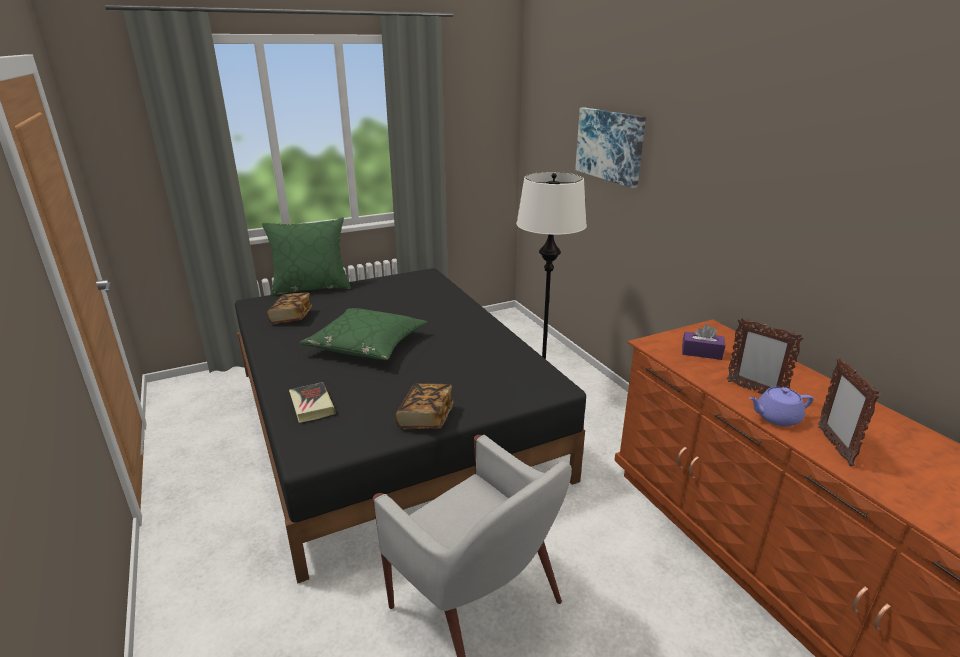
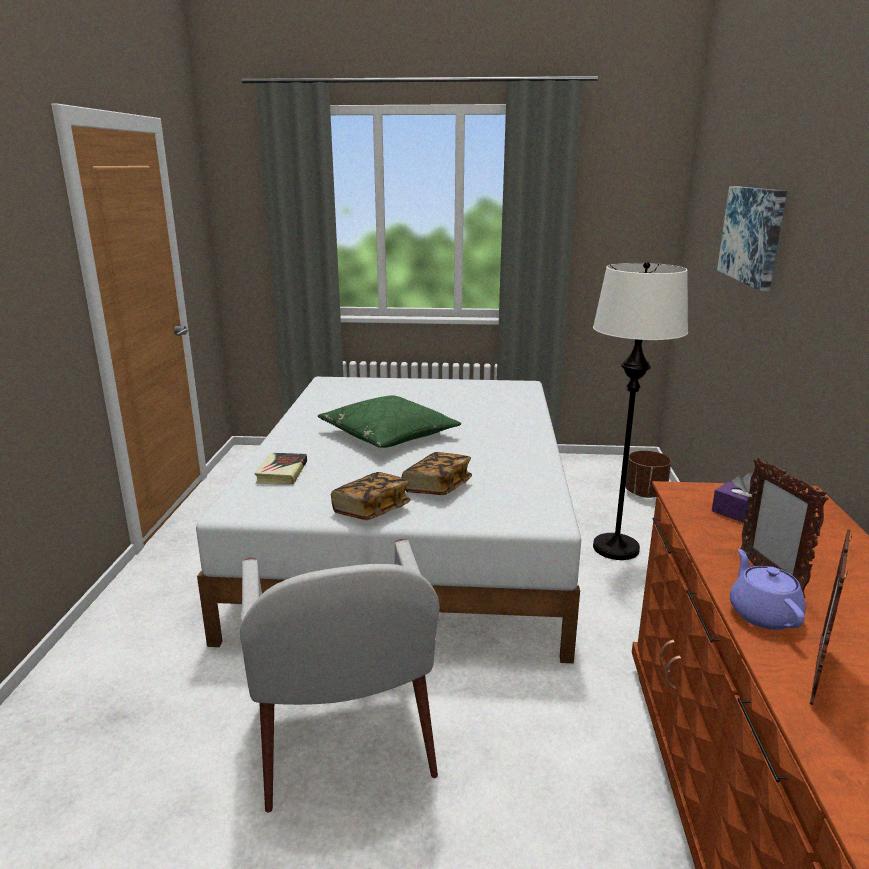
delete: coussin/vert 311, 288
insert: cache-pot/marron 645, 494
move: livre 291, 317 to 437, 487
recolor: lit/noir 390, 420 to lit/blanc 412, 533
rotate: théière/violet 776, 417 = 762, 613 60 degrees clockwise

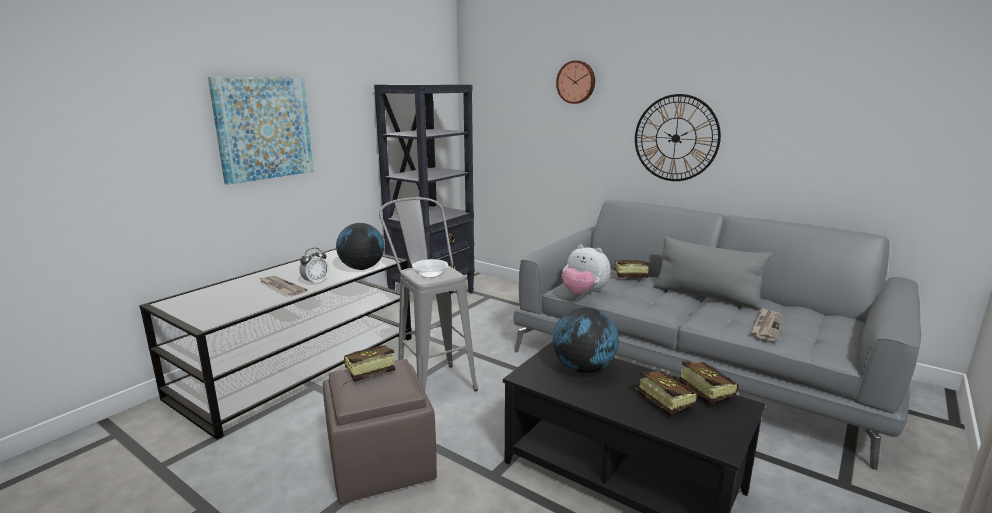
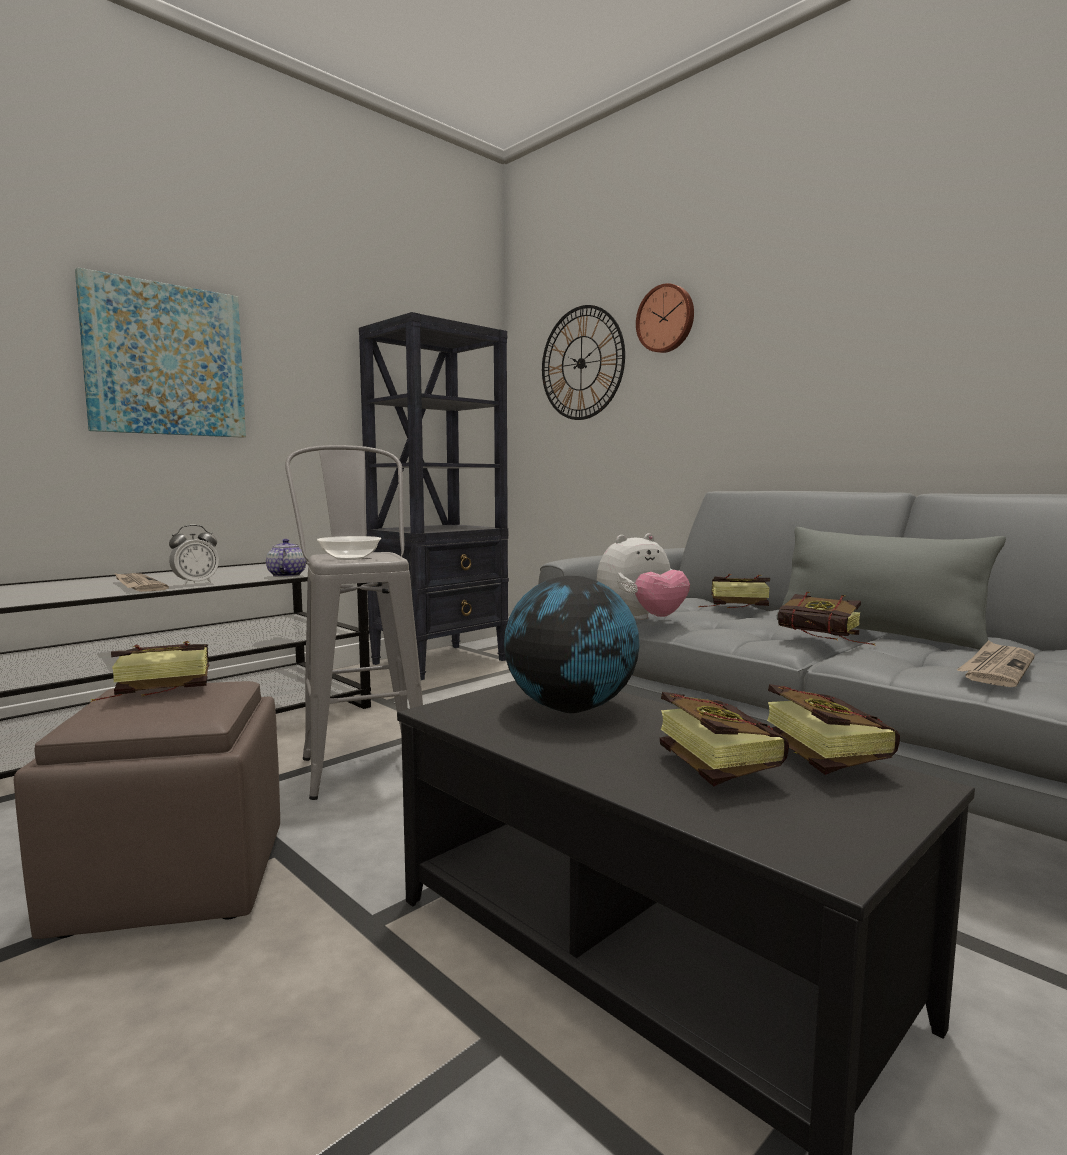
insert: livre 826, 641
move: horloge murale 675, 138 to 581, 363
replace: globe 362, 268 to théière 286, 575
rotate: peluche 584, 293 = 641, 621 75 degrees counterclockwise

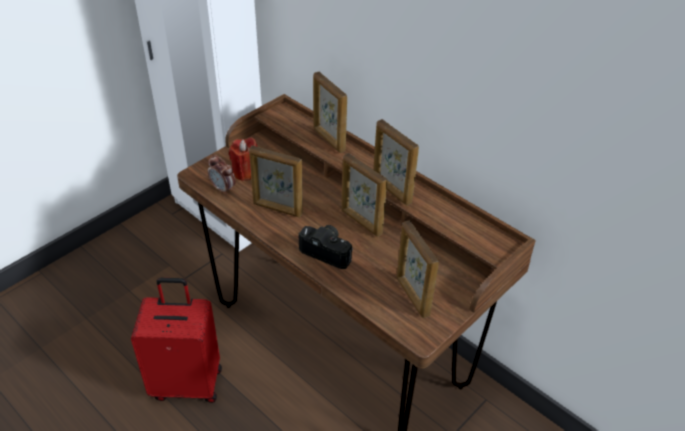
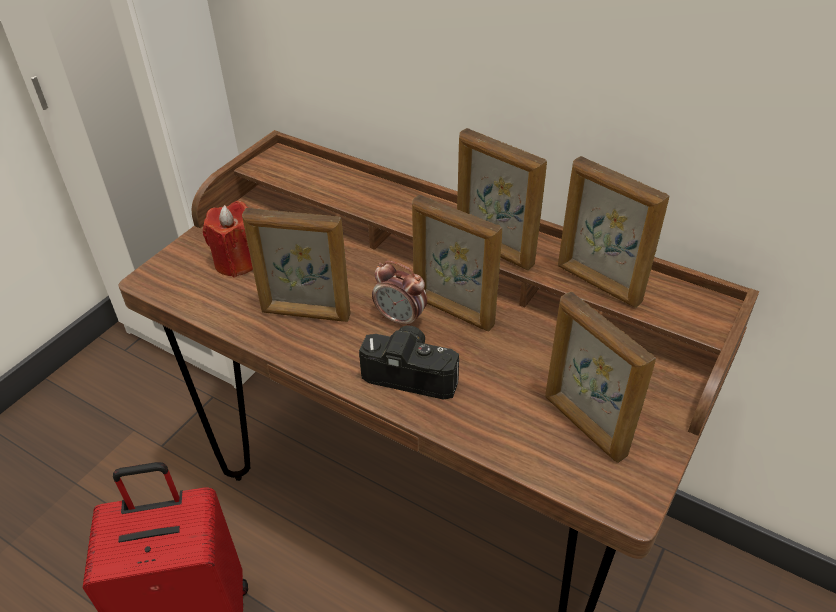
move: réveil 223, 189 to 400, 319; cadre photo 328, 140 to 598, 284

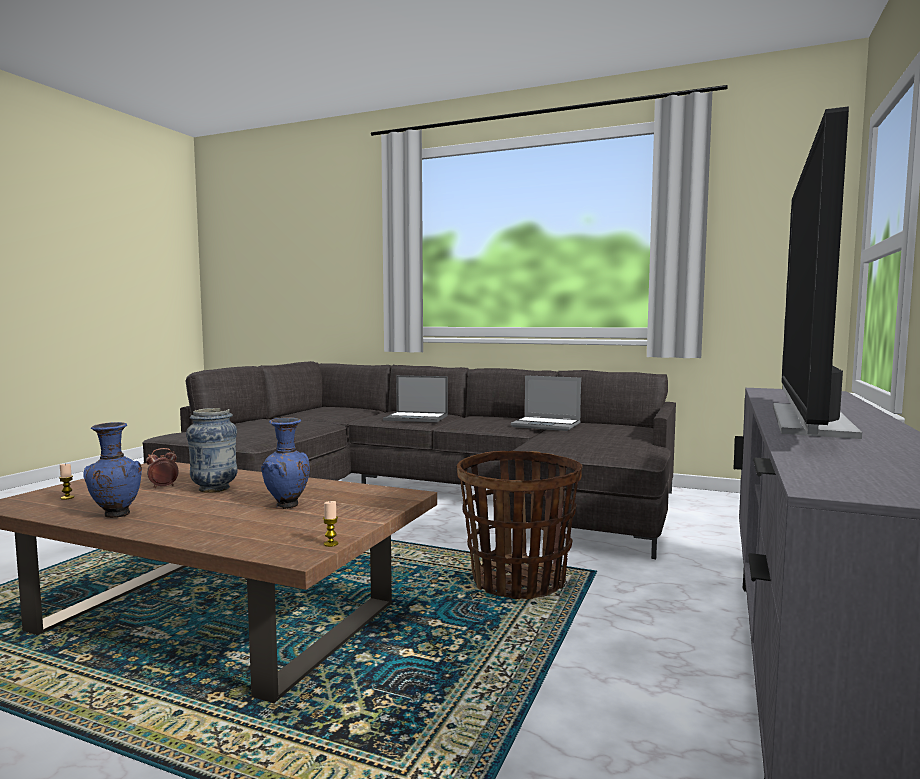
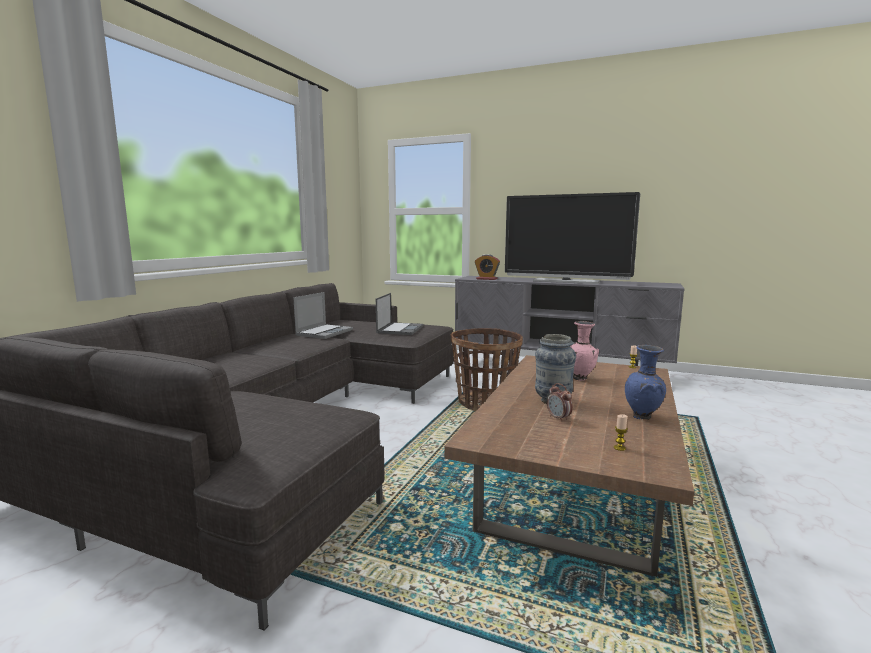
insert: réveil 486, 279
move: ordinateur portable 417, 418 to 400, 329
recolor: vase/bleu 287, 506 to vase/rose 581, 378

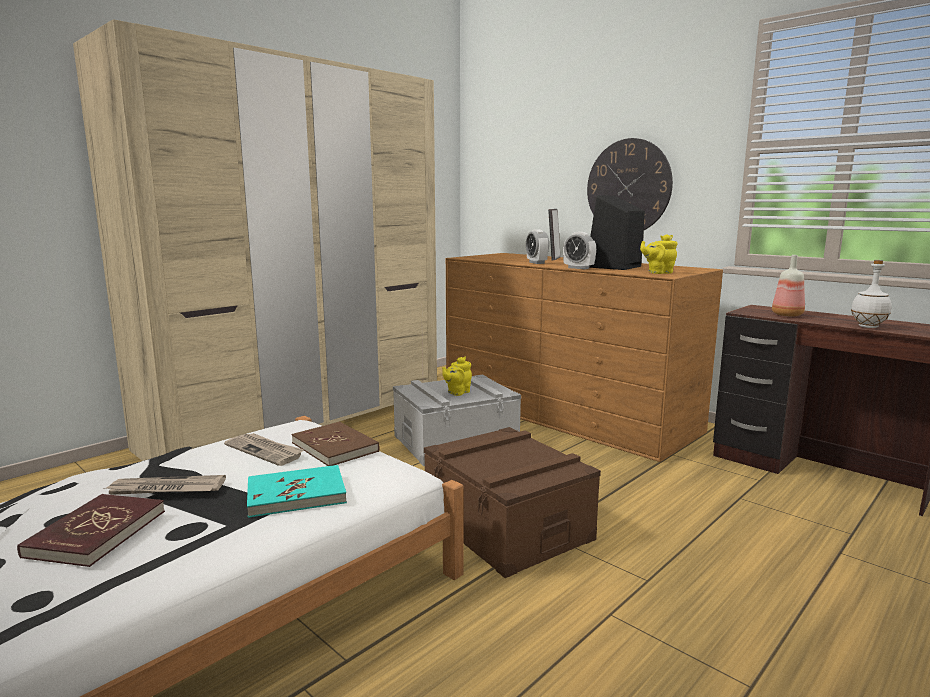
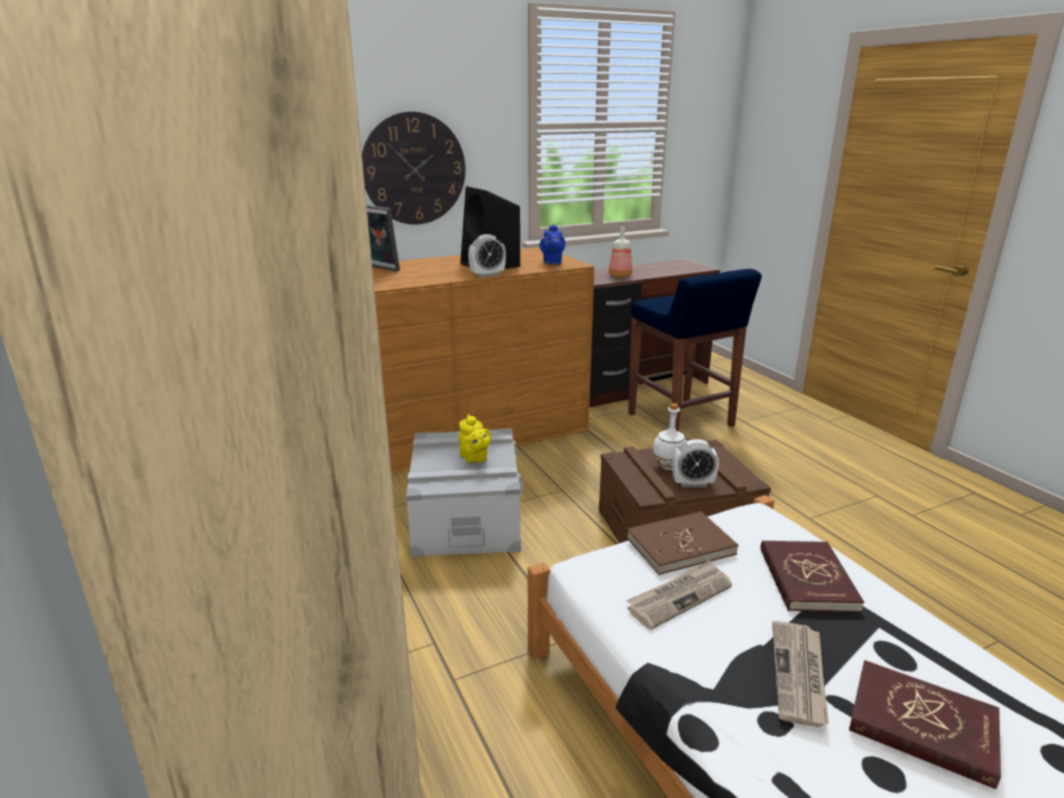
insert: tabouret/bleu 681, 421
move: réveil 536, 263 to 692, 483; bouteille/blanc 868, 327 to 668, 466
recolor: livre/turquoise 296, 494 to livre/rouge 806, 579; théière/jaune 658, 272 to théière/bleu 552, 262

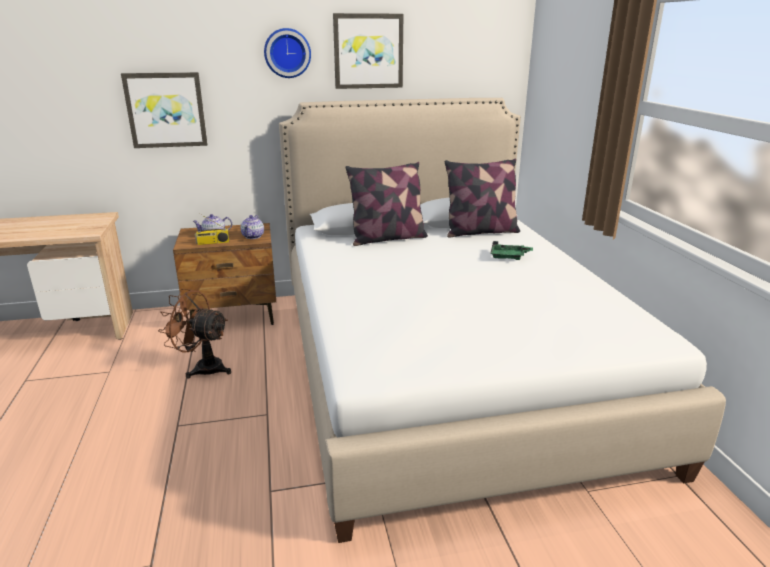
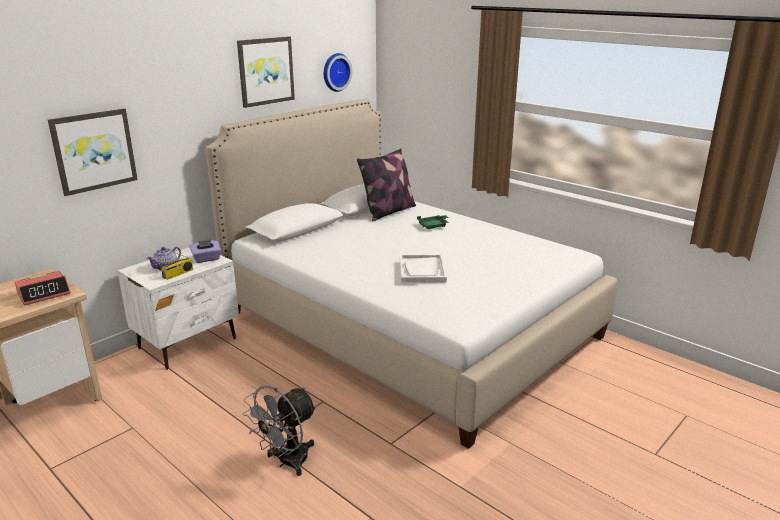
delete: ventilateur/marron 202, 367; coussin 387, 238
insert: réveil 44, 294; ventilateur/gris 286, 462; plateau/blanc 422, 270
move: horloge murale 287, 53 to 335, 72
replace: théière 253, 236 to boîte à mouchoirs/violet 206, 259
recolor: table de chevet/marron 234, 316 to table de chevet/blanc 188, 343

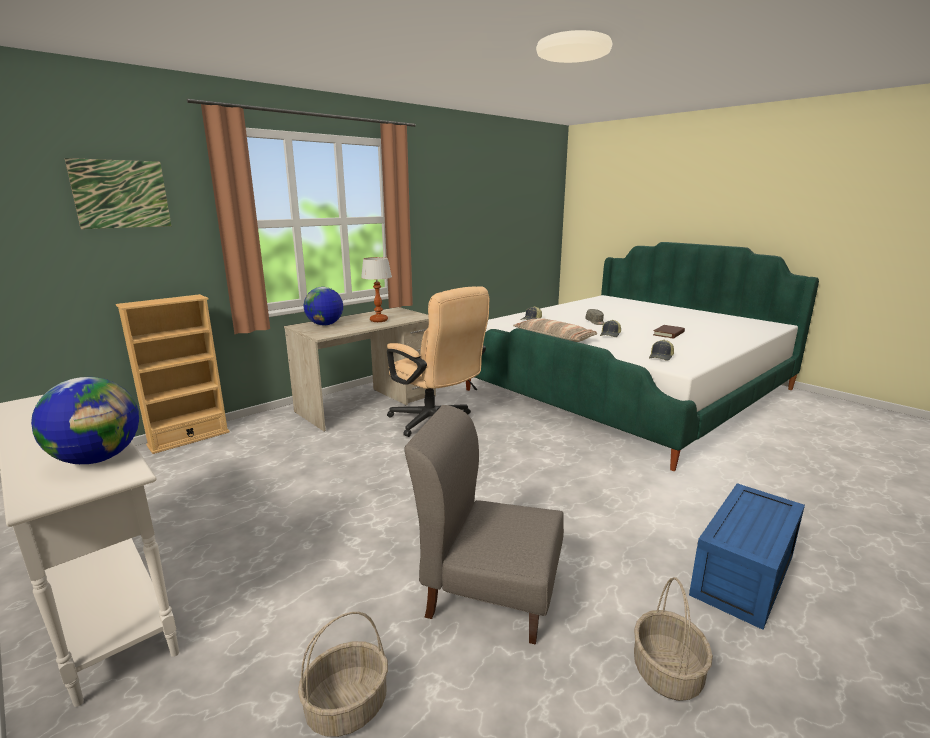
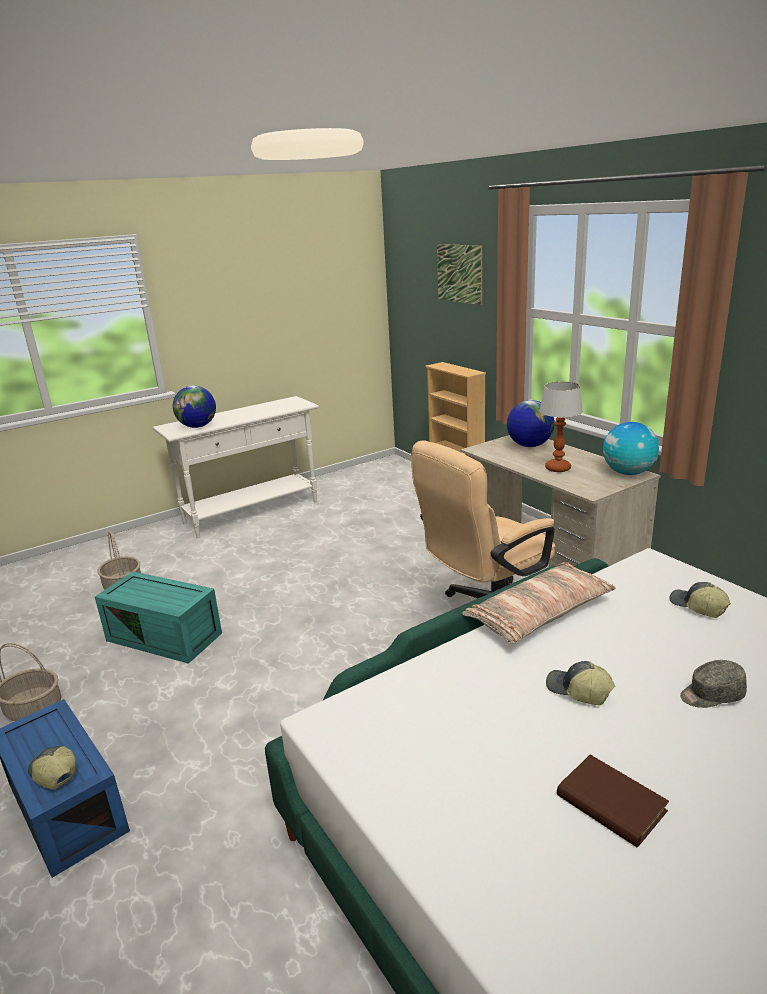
insert: globe 628, 473
move: casquette 661, 357 to 53, 773
replace: chaise/gris 489, 593 to boîte de rangement/turquoise 166, 636

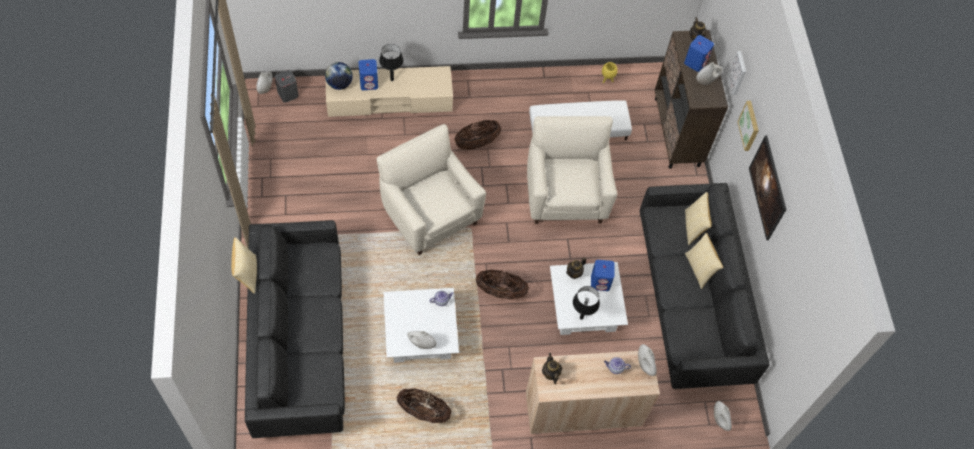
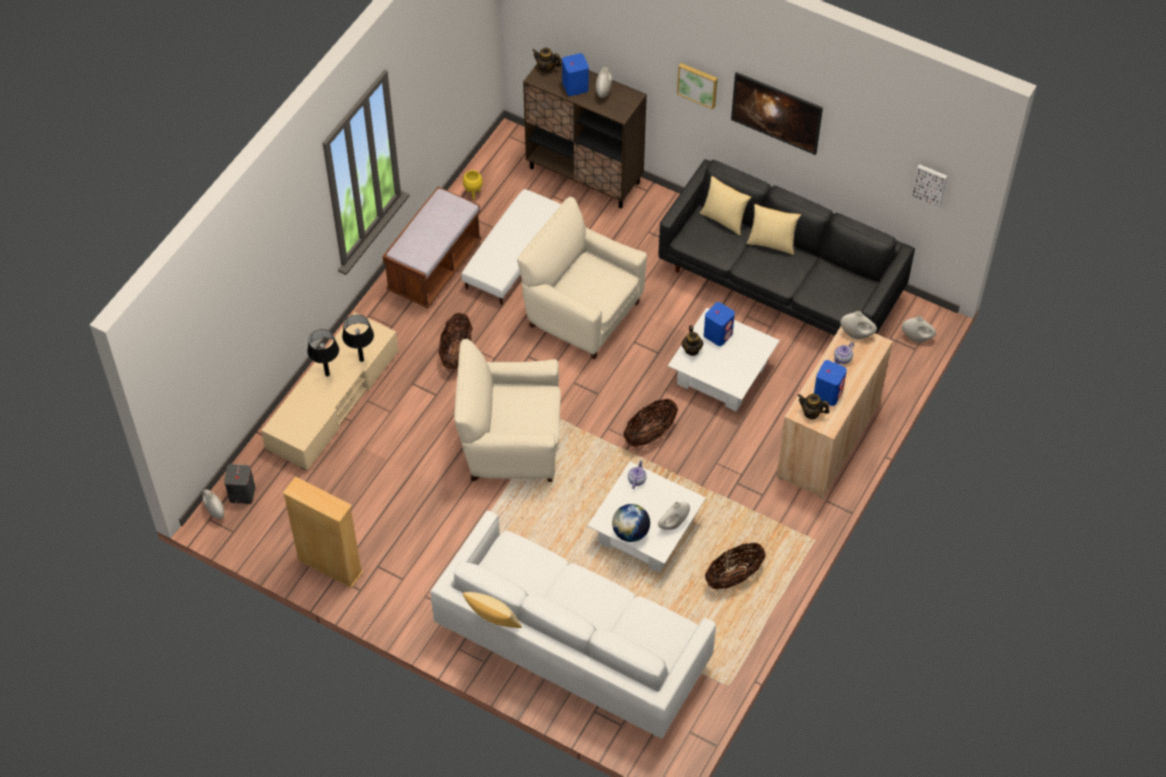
insert: bibliothèque/beige 330, 566; banc/marron 434, 268
move: globe 339, 84 to 630, 532; enceinte/bleu 369, 83 to 828, 393; lampe de table/noir 581, 318 to 361, 360; tableau 738, 73 to 930, 184
recolor: canapé/noir 300, 343 to canapé/blanc 573, 646

